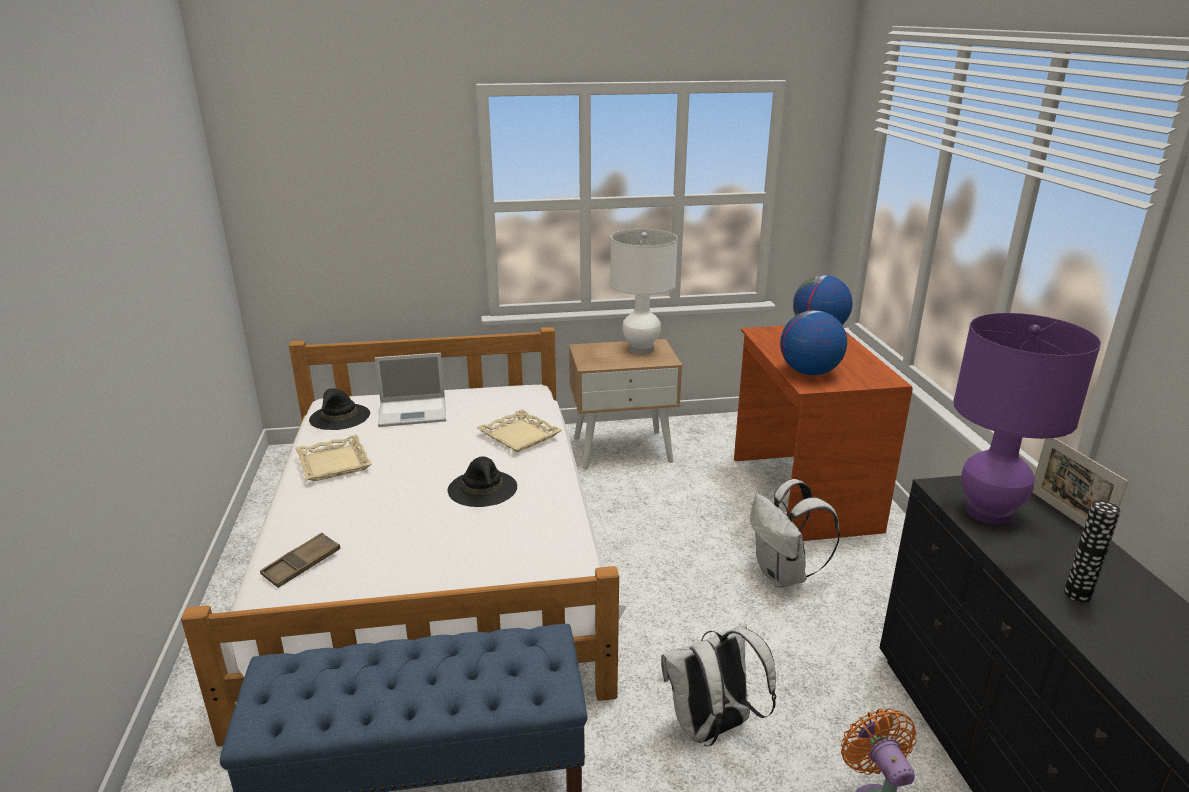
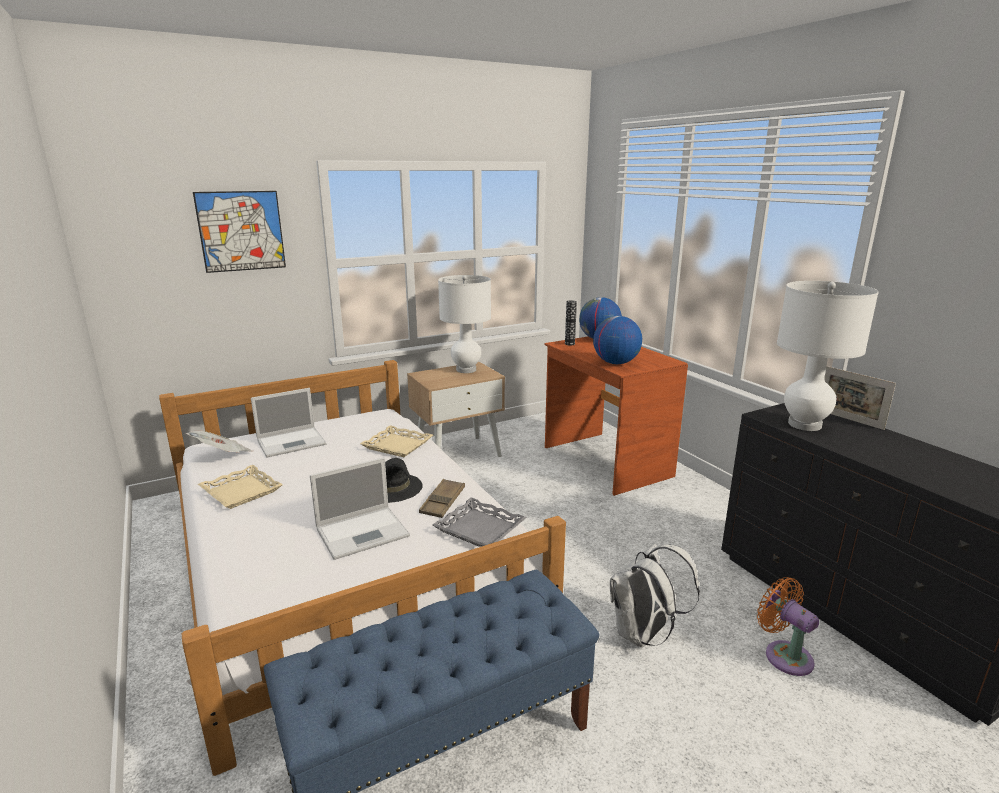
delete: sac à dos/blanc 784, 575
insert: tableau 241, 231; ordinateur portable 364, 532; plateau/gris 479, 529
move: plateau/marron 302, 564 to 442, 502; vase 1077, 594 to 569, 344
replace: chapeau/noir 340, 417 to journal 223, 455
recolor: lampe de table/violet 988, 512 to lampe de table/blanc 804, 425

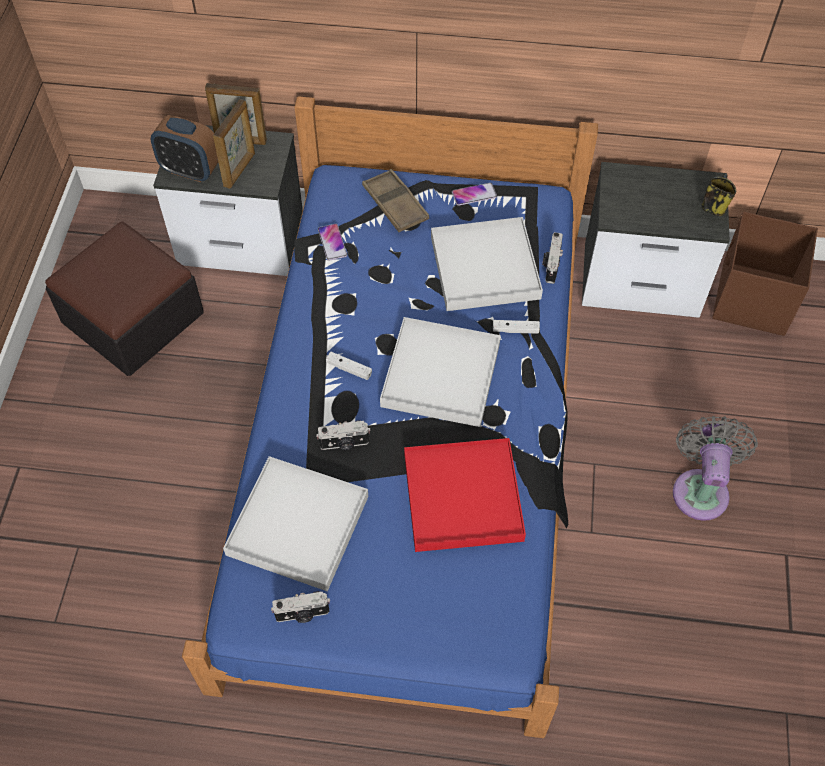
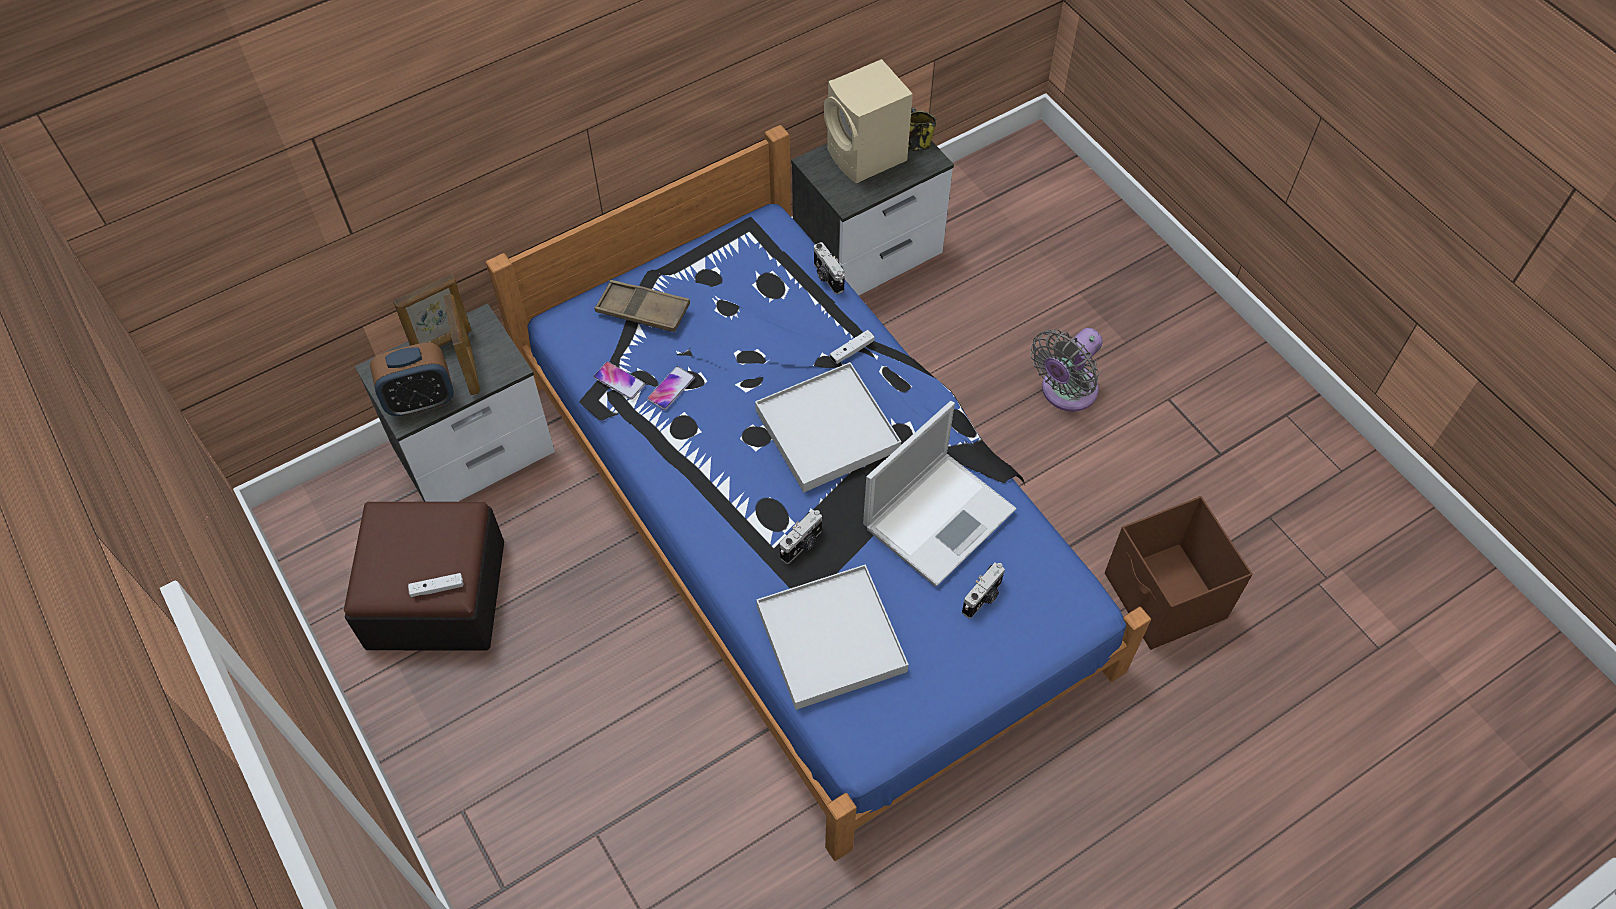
delete: plateau/blanc 484, 267
insert: enceinte/beige 867, 157
move: appareil photo 302, 614 to 983, 598; manette/blanc 349, 369 to 437, 588; téléphone 474, 194 to 671, 388; boîte de rangement/marron 752, 300 to 1164, 598
replace: plateau/rouge 463, 497 to ordinateur portable 940, 516
rotate: ventilateur/gris 700, 488 = 1065, 392 105 degrees counterclockwise

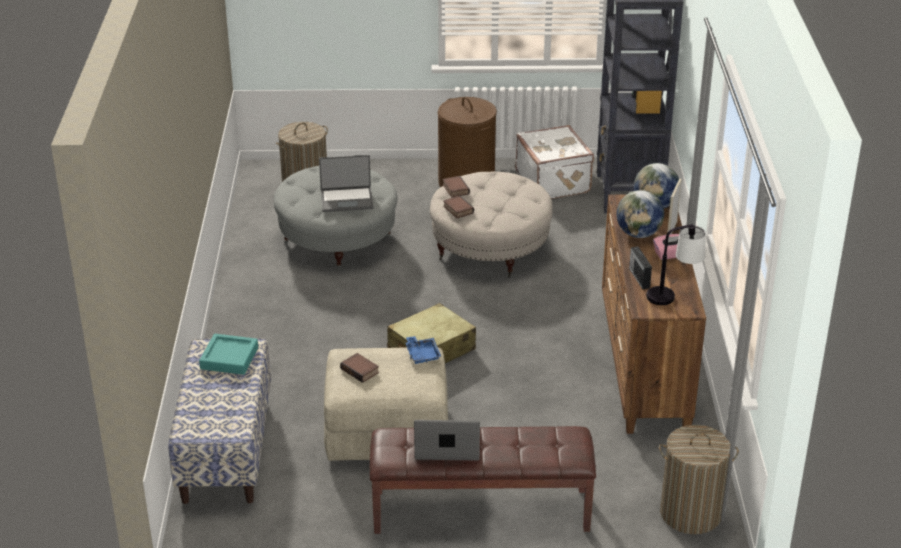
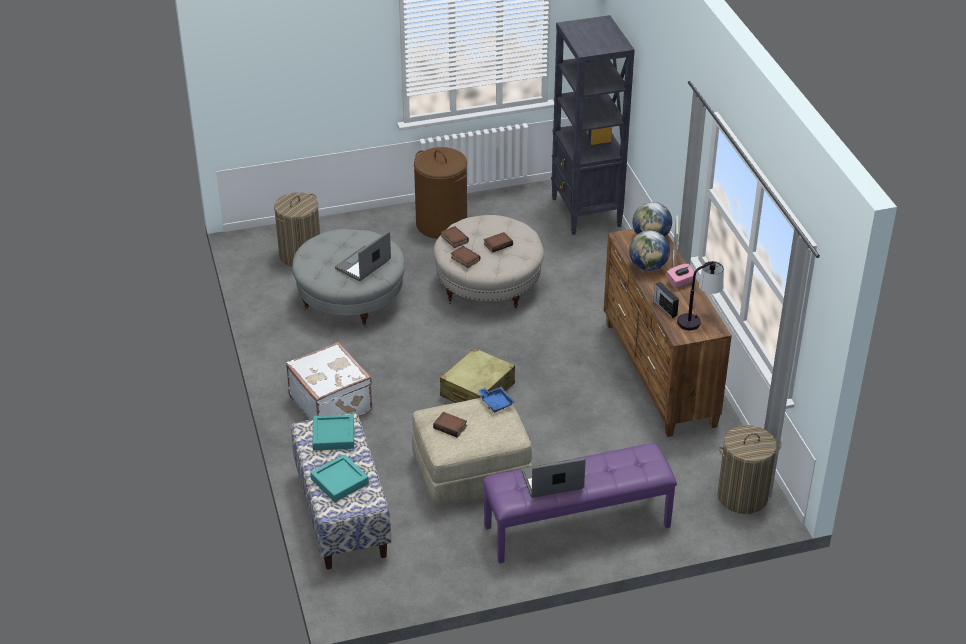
insert: plateau/turquoise 339, 481; livre 498, 244
move: valise/blanc 554, 181 to 332, 404
recolor: banc/marron 480, 511 to banc/violet 577, 527
rotate: ordinateur portable 347, 200 = 363, 265 150 degrees clockwise

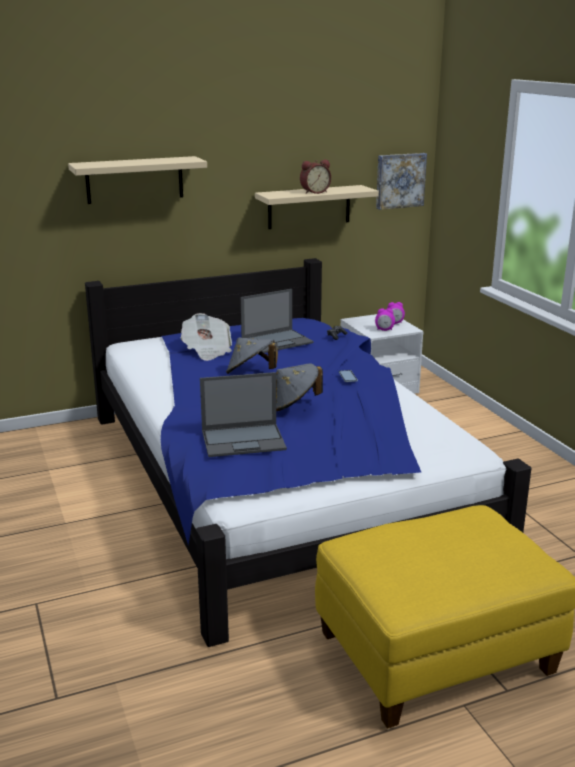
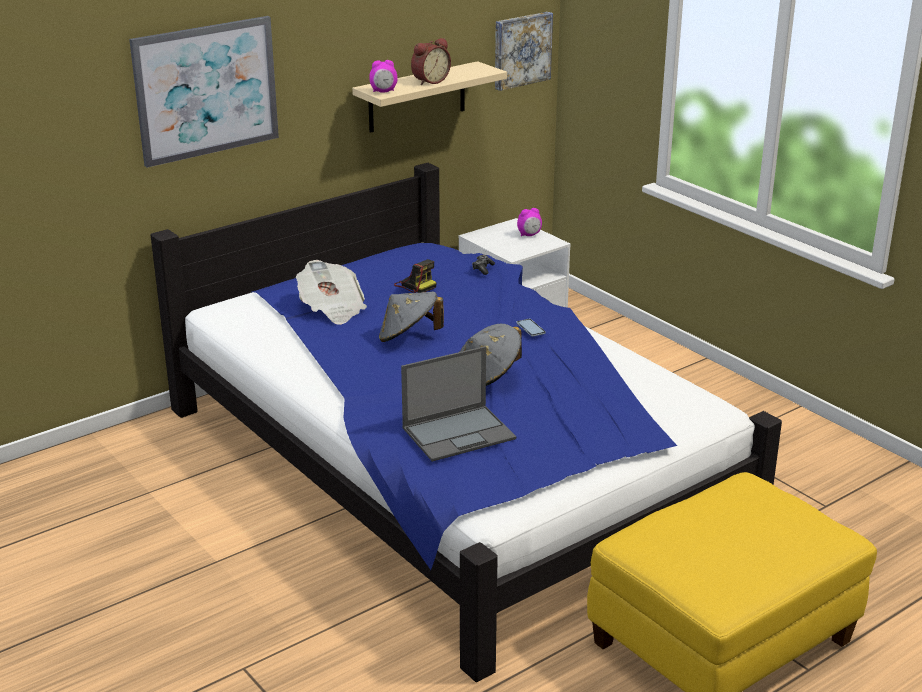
move: réveil 384, 330 to 383, 92
replace: étagère/beige 134, 180 to tableau 206, 90; ordinateur portable 277, 341 to appareil photo 415, 285

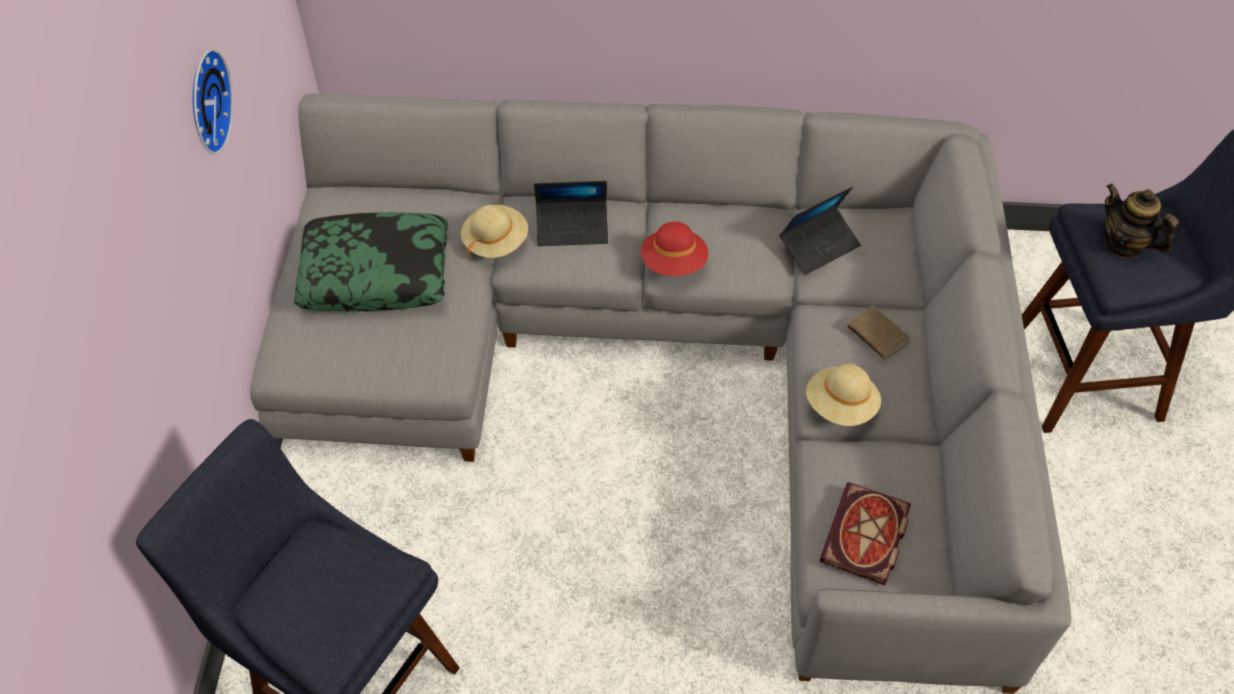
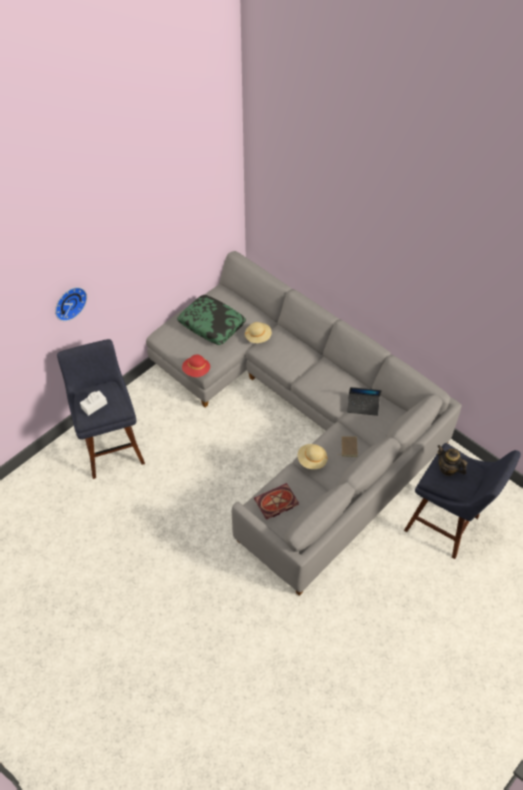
delete: ordinateur portable 572, 228
insert: boîte à mouchoirs/blanc 94, 406
move: horloge murale 205, 101 to 69, 302; chapeau/rouge 674, 263 to 196, 371
rotate: théière 1124, 244 = 448, 469 45 degrees counterclockwise

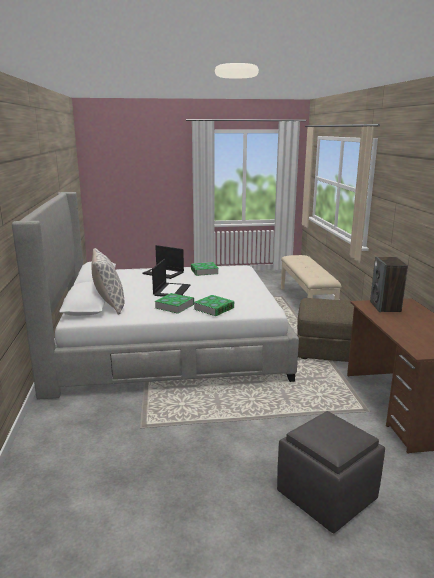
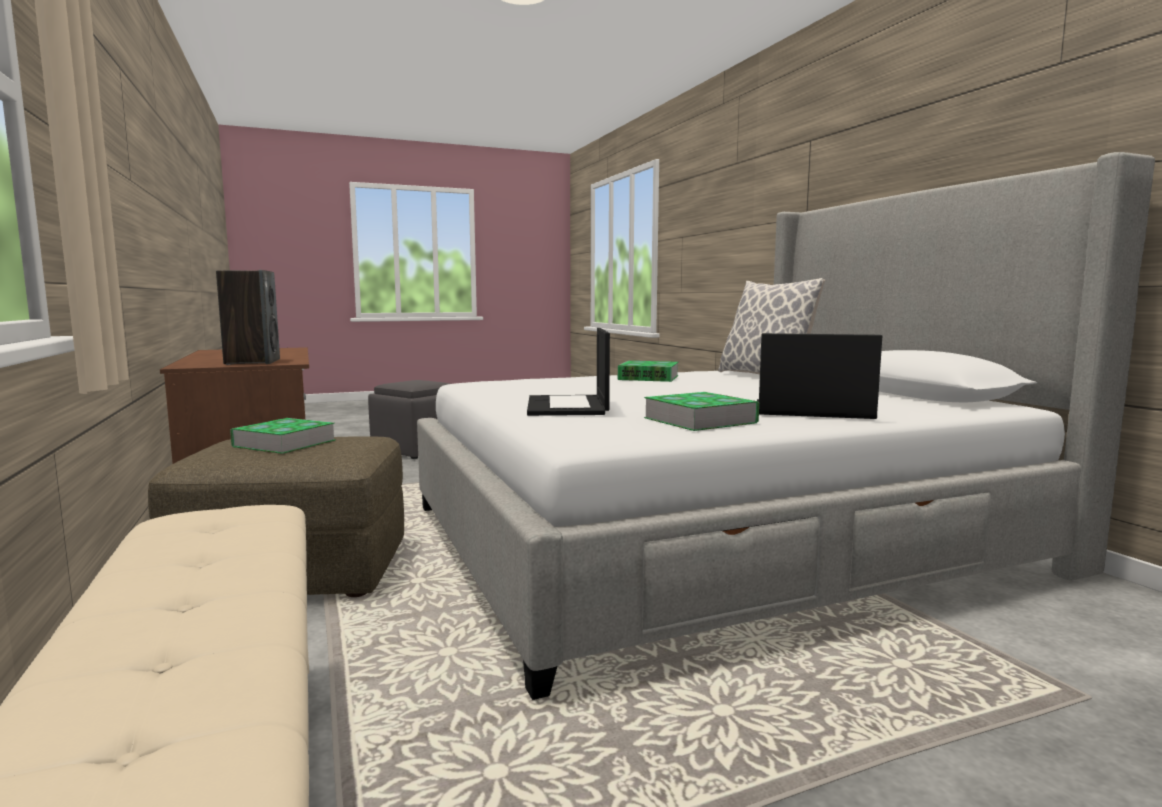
move: ordinateur portable 171, 290 to 568, 406; livre 214, 308 to 284, 443

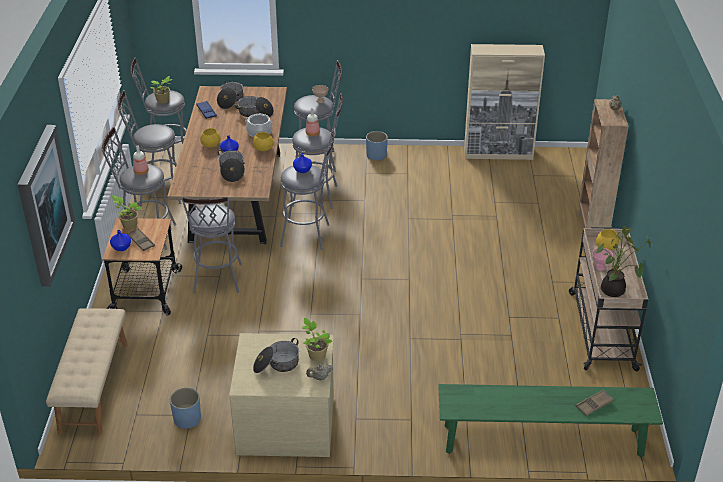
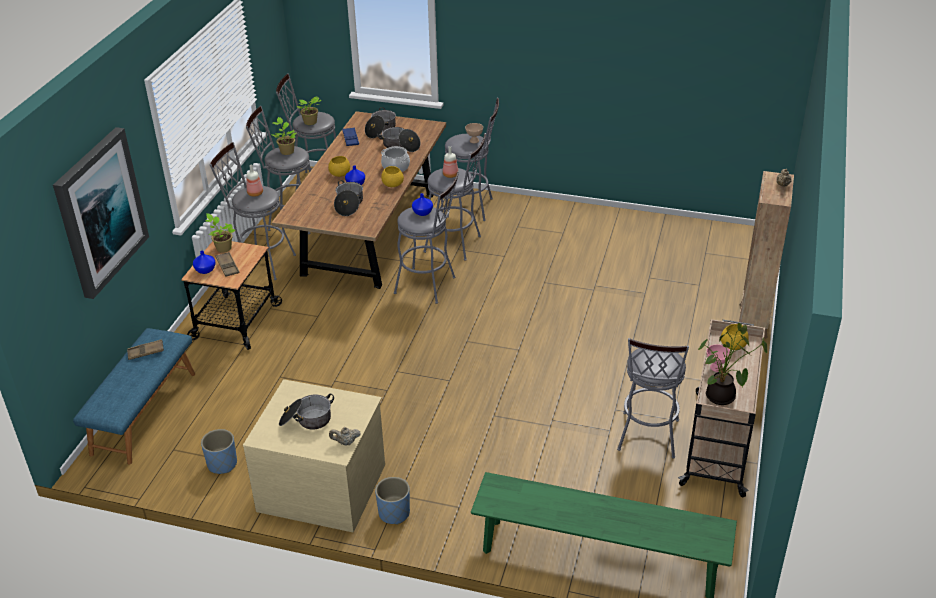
delete: meuble de rangement/beige 498, 153
move: tabouret/gris 217, 281 to 647, 439; plante en pot 316, 355 to 286, 151; cache-pot/bleu 376, 156 to 394, 513; plateau/marron 594, 405 to 146, 352
recolor: banc/beige 93, 386 to banc/bleu 143, 412

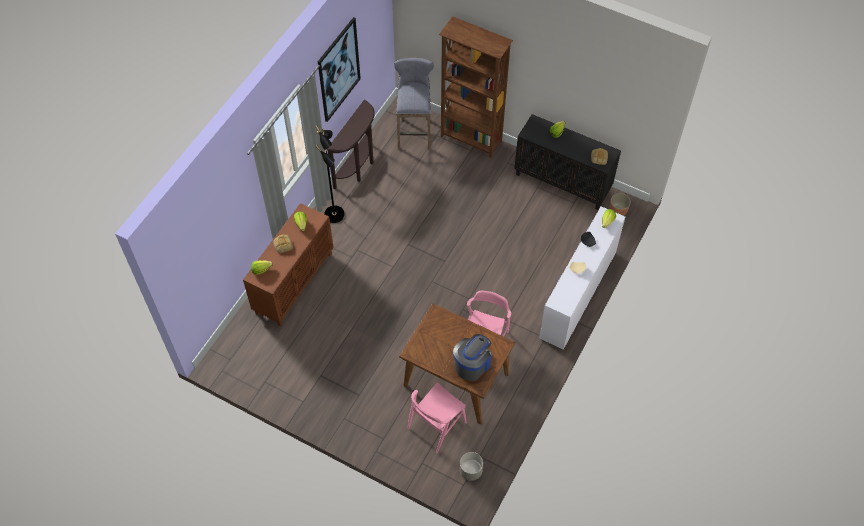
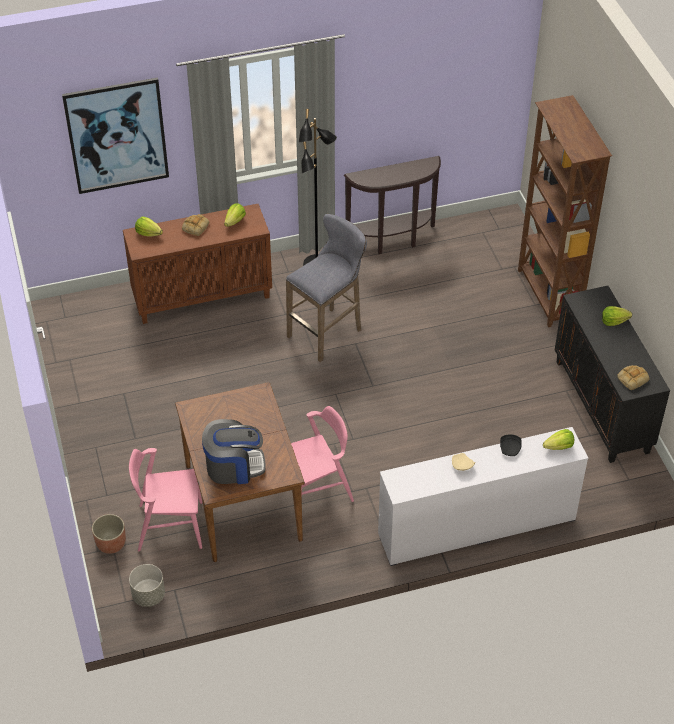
move: tableau 339, 70 to 117, 136; tabouret/gris 414, 131 to 328, 332; cache-pot 618, 211 to 111, 544

